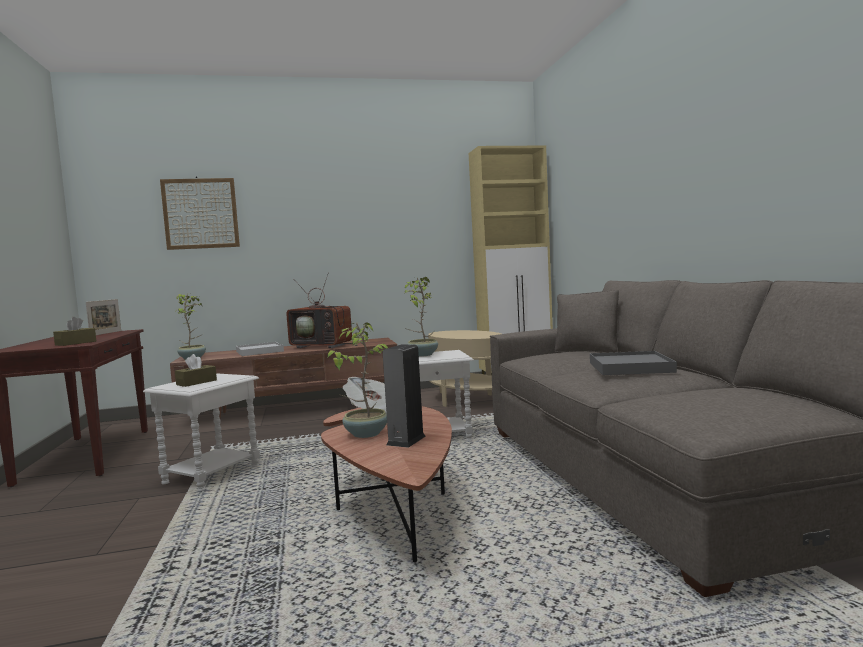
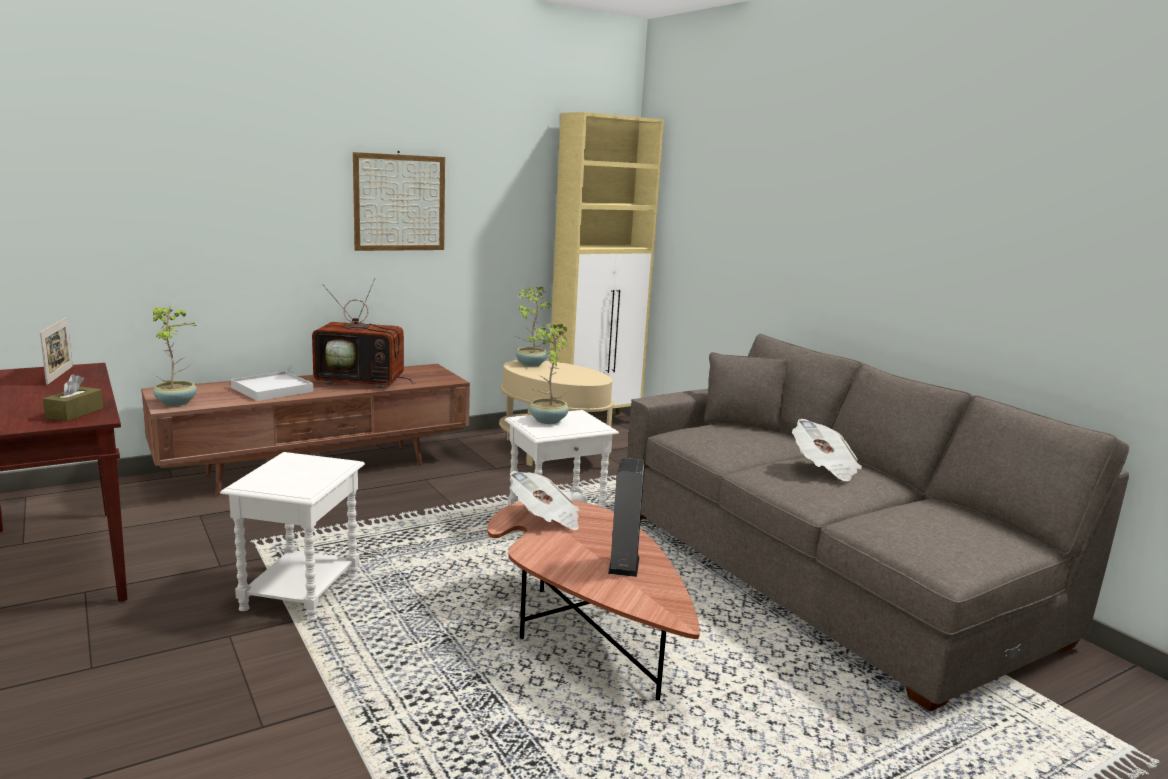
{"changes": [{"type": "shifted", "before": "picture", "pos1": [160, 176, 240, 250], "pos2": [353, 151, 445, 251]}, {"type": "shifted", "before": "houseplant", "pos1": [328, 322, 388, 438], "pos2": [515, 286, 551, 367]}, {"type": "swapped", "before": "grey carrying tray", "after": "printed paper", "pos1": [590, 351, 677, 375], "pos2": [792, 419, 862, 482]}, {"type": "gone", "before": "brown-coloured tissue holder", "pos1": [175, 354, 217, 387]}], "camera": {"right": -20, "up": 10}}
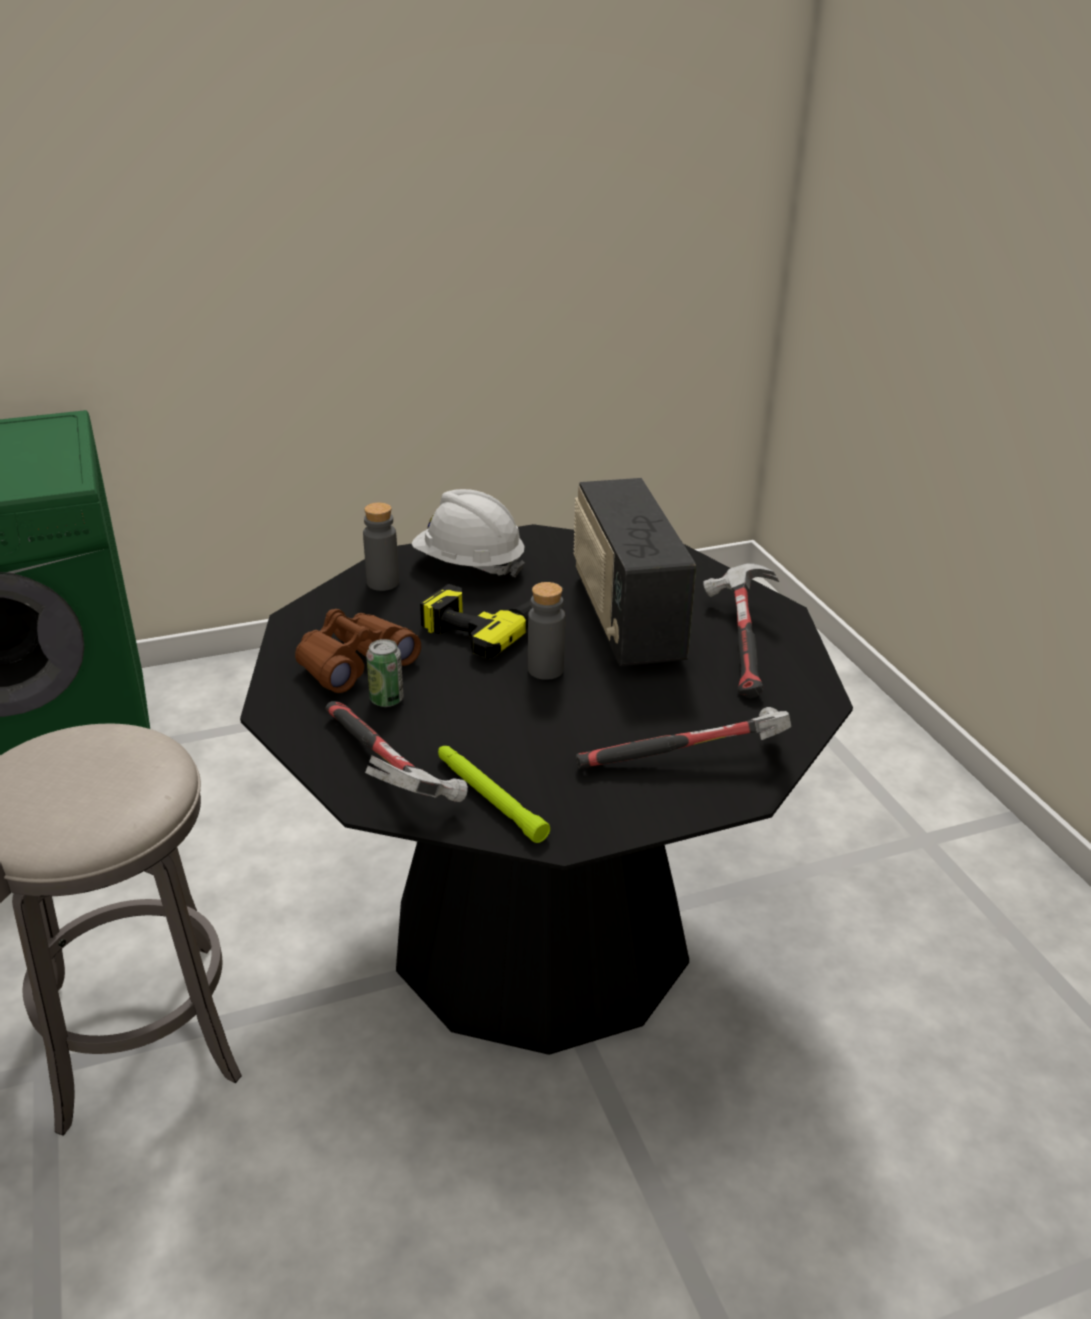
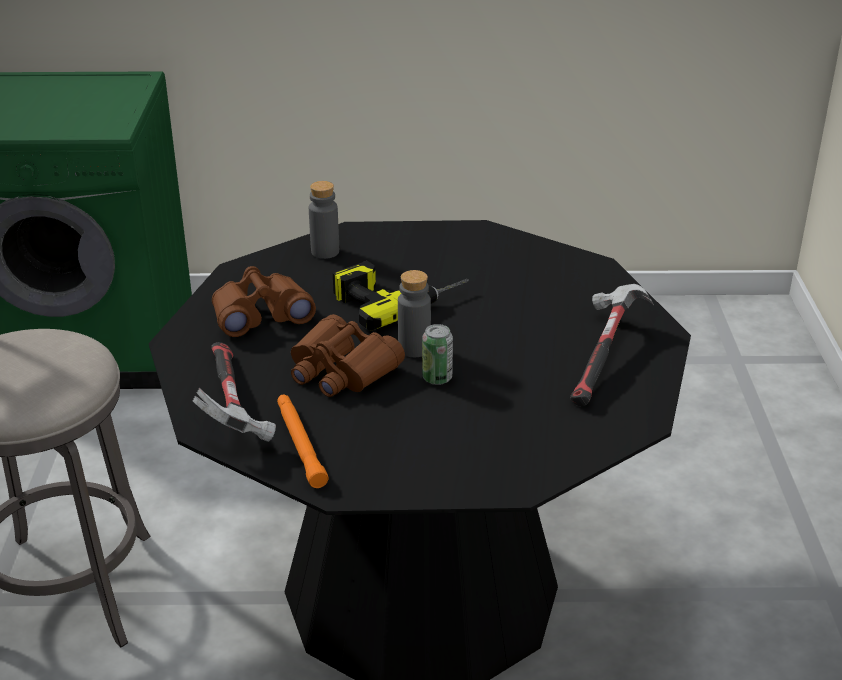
{"changes": [{"type": "gone", "before": "radio", "pos1": [573, 478, 696, 666]}, {"type": "gone", "before": "whitish safety helmet", "pos1": [412, 489, 525, 577]}, {"type": "shifted", "before": "metal can", "pos1": [366, 639, 403, 707], "pos2": [422, 324, 453, 385]}, {"type": "gone", "before": "tool hammer", "pos1": [576, 707, 792, 769]}, {"type": "repainted", "before": "green-coloured flashlight", "after": "orangey flashlight", "pos1": [438, 746, 550, 843], "pos2": [277, 394, 329, 488]}, {"type": "new", "after": "brown-coloured field glasses", "pos2": [291, 314, 405, 397]}], "camera": {"right": 20, "up": 0}}
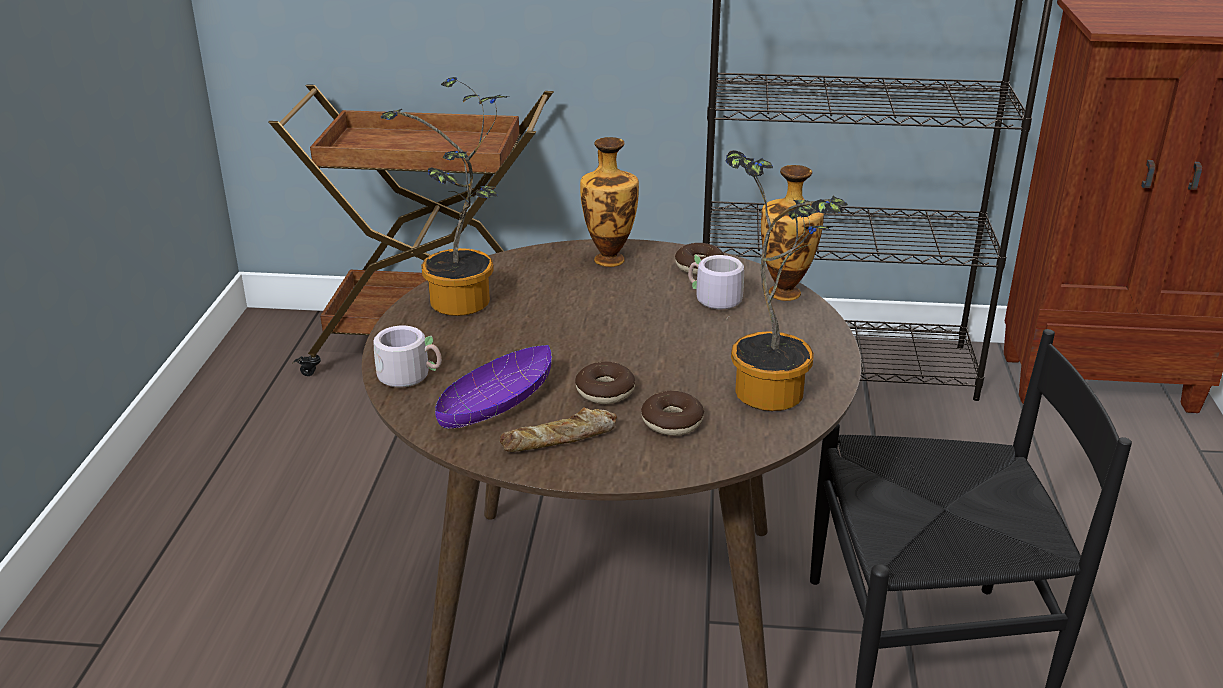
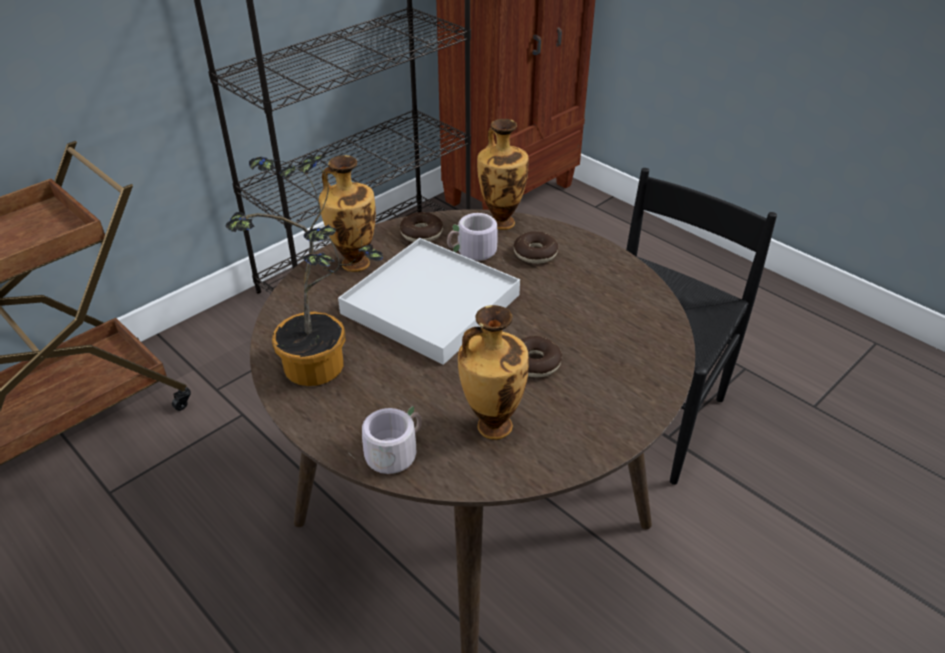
{"changes": [{"type": "gone", "before": "houseplant", "pos1": [726, 150, 848, 411]}, {"type": "swapped", "before": "purplish deep dish", "after": "flower vase", "pos1": [435, 345, 552, 429], "pos2": [458, 305, 529, 440]}, {"type": "shifted", "before": "ring doughnut", "pos1": [641, 391, 704, 436], "pos2": [514, 231, 558, 264]}, {"type": "gone", "before": "bakery bread", "pos1": [500, 408, 617, 452]}, {"type": "new", "after": "whitish carrying tray", "pos2": [338, 238, 520, 365]}], "camera": {"right": -50, "up": 10}}
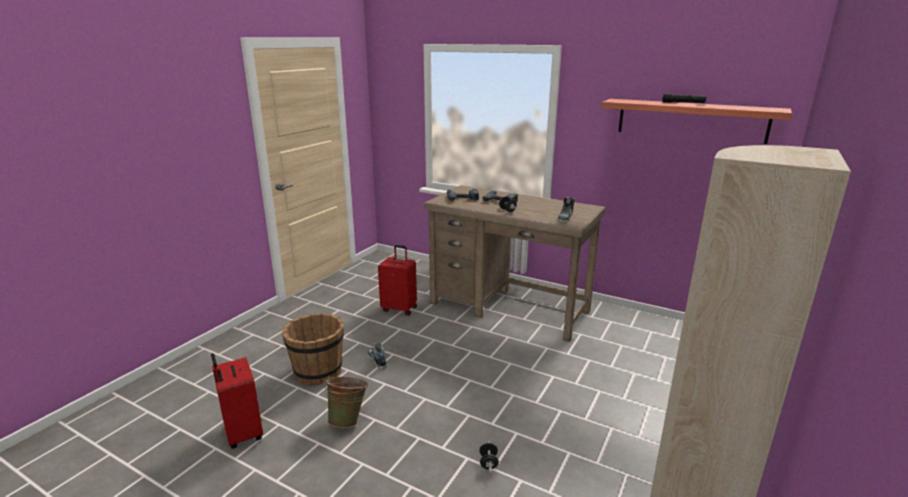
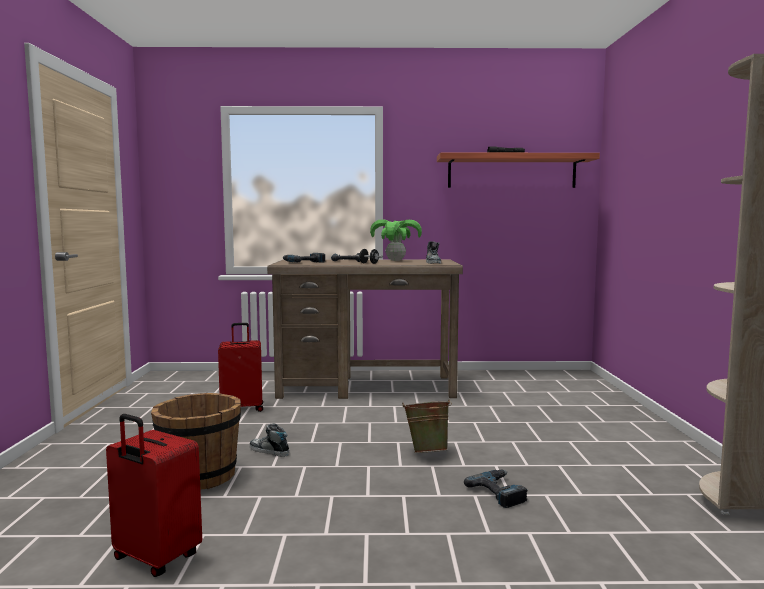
{"changes": [{"type": "shifted", "before": "green-coloured water bucket", "pos1": [324, 375, 368, 428], "pos2": [402, 400, 452, 453]}, {"type": "swapped", "before": "blackish dumbbell", "after": "electric drill", "pos1": [479, 441, 499, 473], "pos2": [464, 470, 528, 508]}, {"type": "new", "after": "houseplant", "pos2": [370, 219, 422, 261]}], "camera": {"right": -30, "up": -15}}
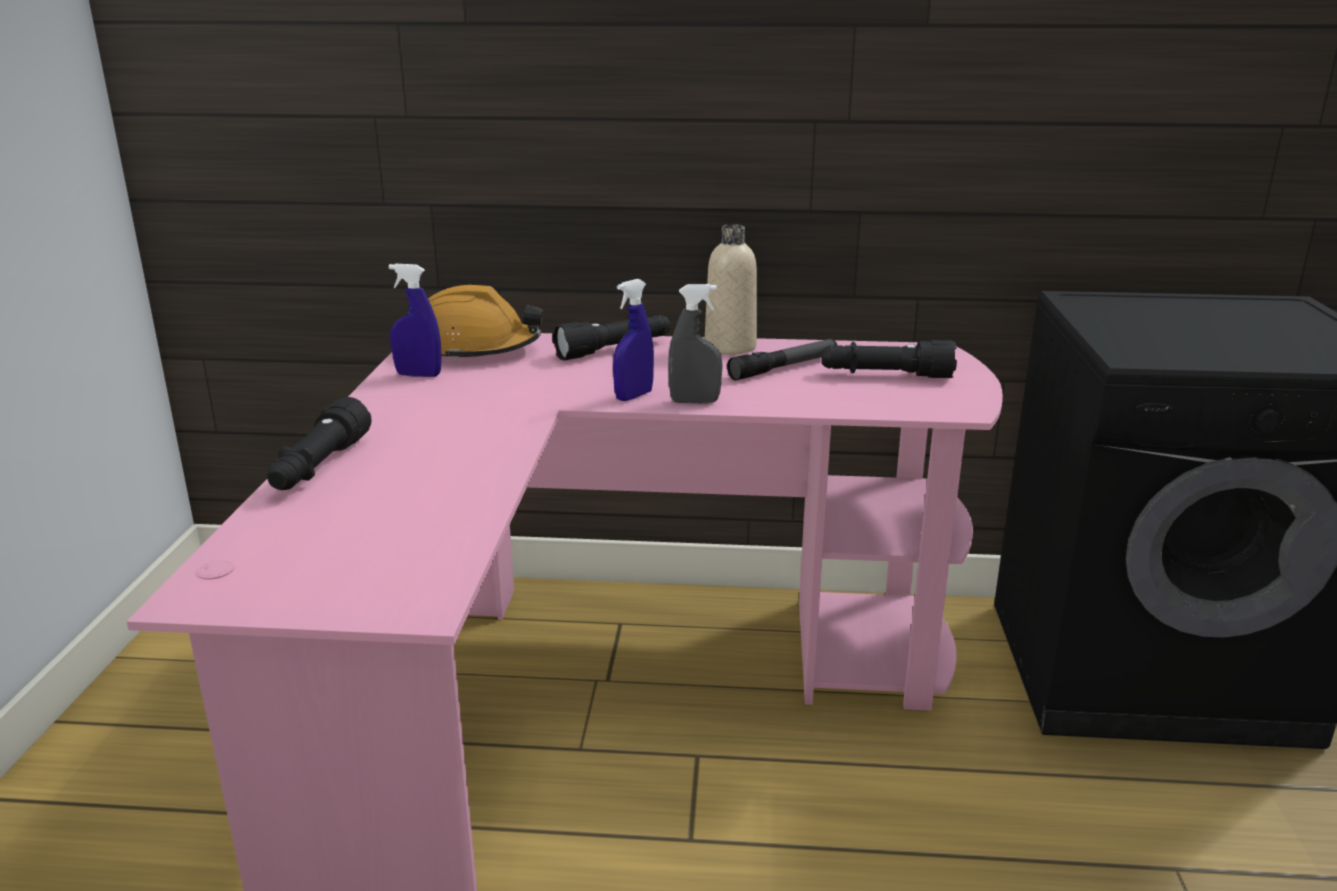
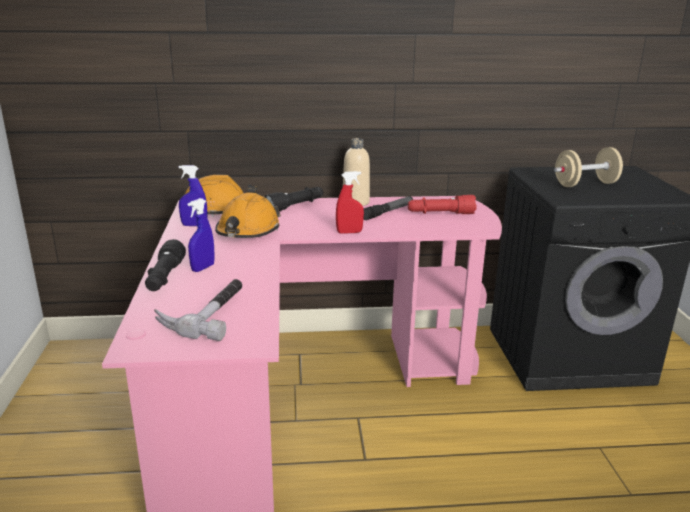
{"changes": [{"type": "shifted", "before": "blue-coloured spray bottle", "pos1": [613, 279, 654, 401], "pos2": [188, 198, 215, 272]}, {"type": "repainted", "before": "grey spray bottle", "after": "reddish spray bottle", "pos1": [668, 284, 723, 404], "pos2": [336, 171, 364, 234]}, {"type": "repainted", "before": "blackish flashlight", "after": "reddish flashlight", "pos1": [821, 340, 957, 378], "pos2": [408, 195, 477, 214]}, {"type": "new", "after": "beige dumbbell", "pos2": [554, 147, 623, 187]}, {"type": "new", "after": "orangey safety helmet", "pos2": [215, 192, 281, 238]}, {"type": "new", "after": "tool hammer", "pos2": [154, 279, 242, 341]}], "camera": {"right": -10, "up": 0}}
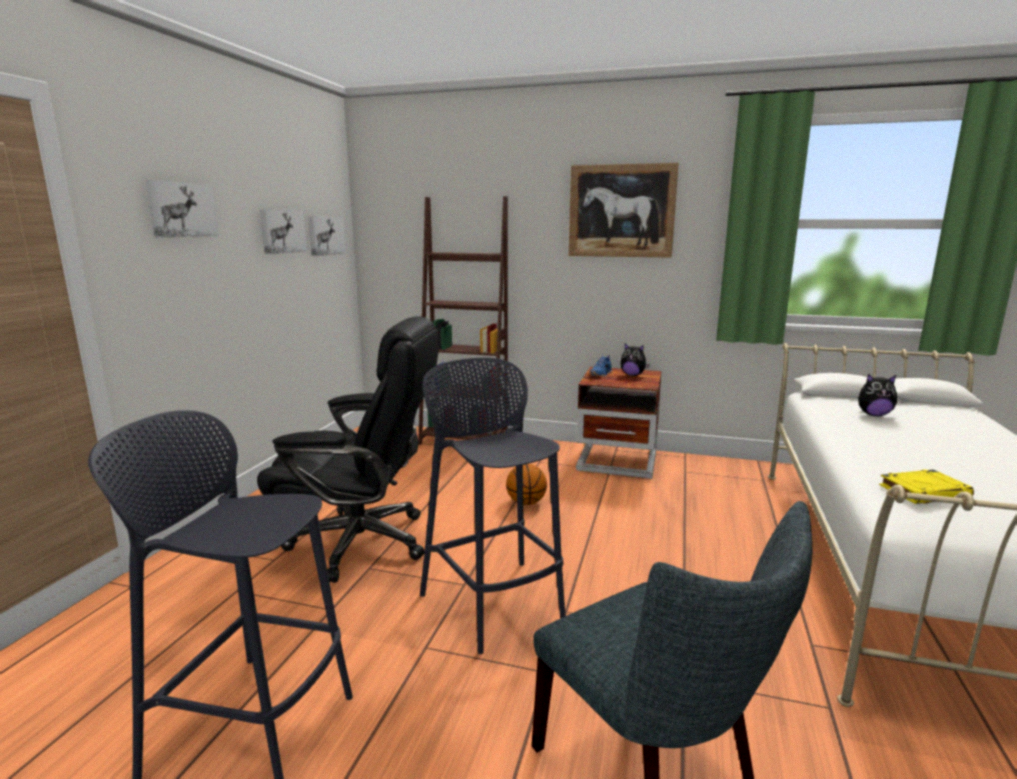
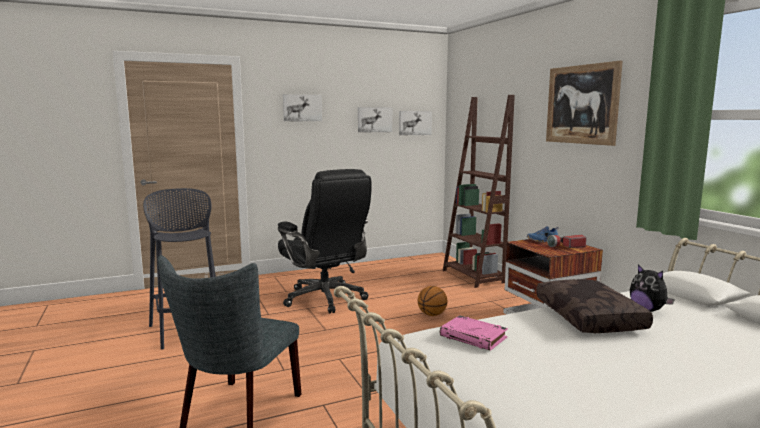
{"changes": [{"type": "swapped", "before": "plush toy", "after": "flashlight", "pos1": [620, 344, 650, 376], "pos2": [547, 235, 587, 248]}, {"type": "gone", "before": "grey stool seat", "pos1": [420, 358, 566, 654]}, {"type": "repainted", "before": "yellow-coloured volume", "after": "pink volume", "pos1": [879, 469, 974, 504], "pos2": [440, 315, 508, 351]}, {"type": "new", "after": "brown-coloured cushion", "pos2": [536, 279, 653, 333]}], "camera": {"right": 50, "up": -5}}
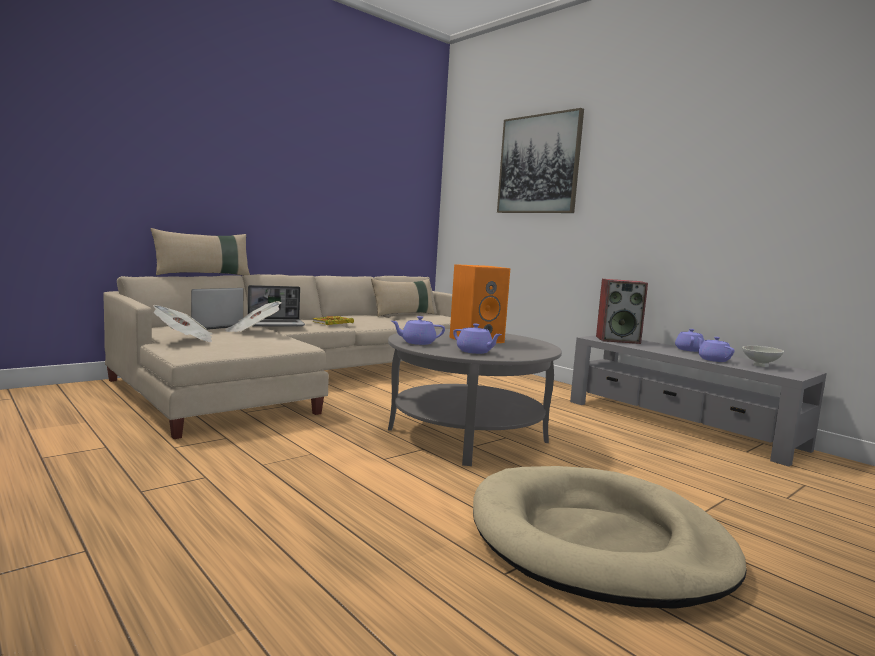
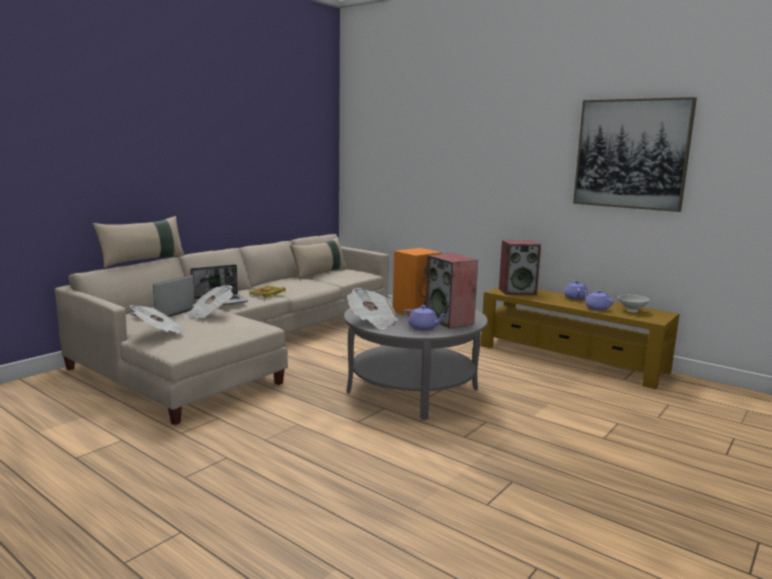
{"changes": [{"type": "shifted", "before": "picture", "pos1": [497, 108, 584, 213], "pos2": [573, 97, 697, 212]}, {"type": "swapped", "before": "purplish pot for tea", "after": "printed paper", "pos1": [391, 316, 445, 345], "pos2": [347, 288, 399, 329]}, {"type": "repainted", "before": "grey tv stand", "after": "yellow-coloured tv stand", "pos1": [570, 335, 827, 467], "pos2": [481, 287, 679, 389]}, {"type": "gone", "before": "beige dog bed", "pos1": [473, 466, 747, 608]}, {"type": "new", "after": "loudspeaker", "pos2": [425, 253, 478, 328]}], "camera": {"right": -10, "up": 5}}
